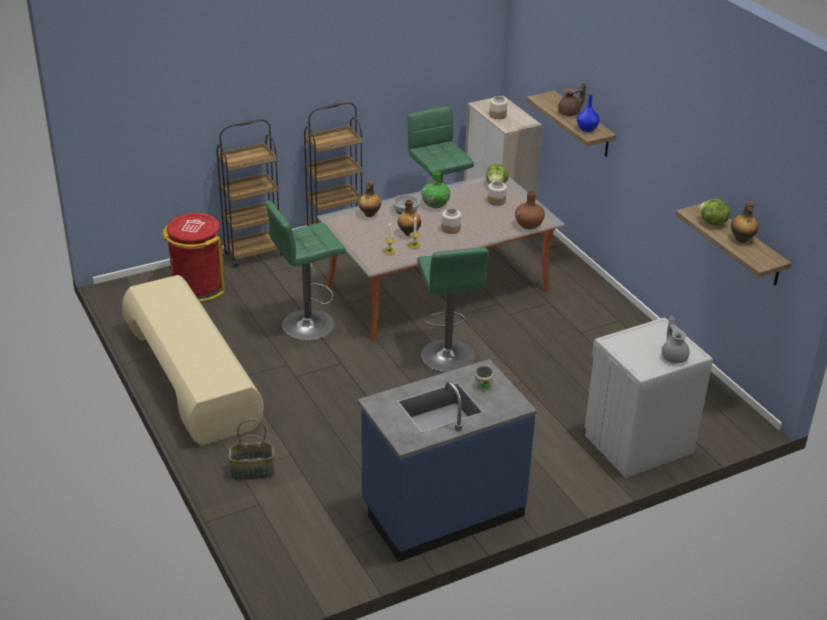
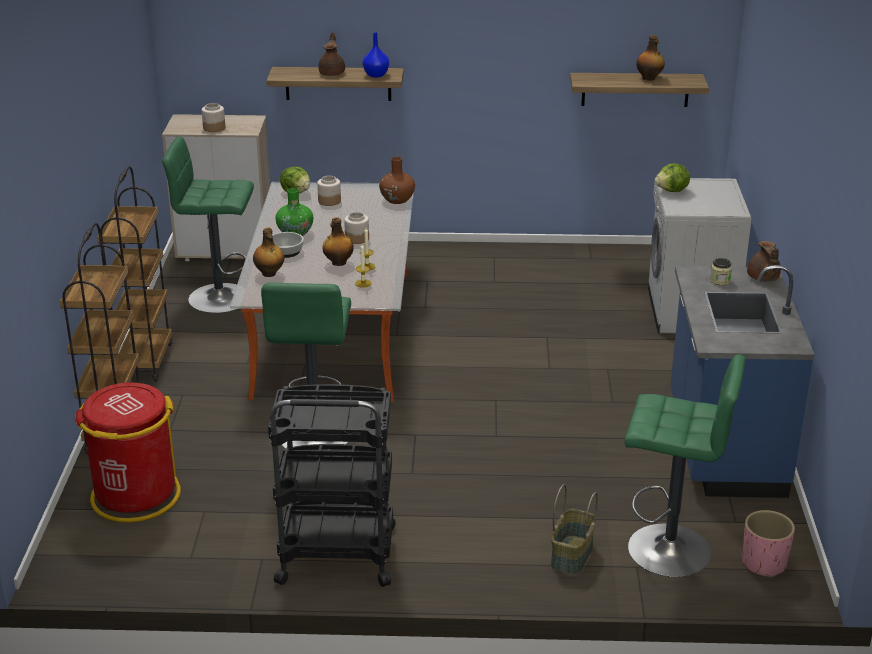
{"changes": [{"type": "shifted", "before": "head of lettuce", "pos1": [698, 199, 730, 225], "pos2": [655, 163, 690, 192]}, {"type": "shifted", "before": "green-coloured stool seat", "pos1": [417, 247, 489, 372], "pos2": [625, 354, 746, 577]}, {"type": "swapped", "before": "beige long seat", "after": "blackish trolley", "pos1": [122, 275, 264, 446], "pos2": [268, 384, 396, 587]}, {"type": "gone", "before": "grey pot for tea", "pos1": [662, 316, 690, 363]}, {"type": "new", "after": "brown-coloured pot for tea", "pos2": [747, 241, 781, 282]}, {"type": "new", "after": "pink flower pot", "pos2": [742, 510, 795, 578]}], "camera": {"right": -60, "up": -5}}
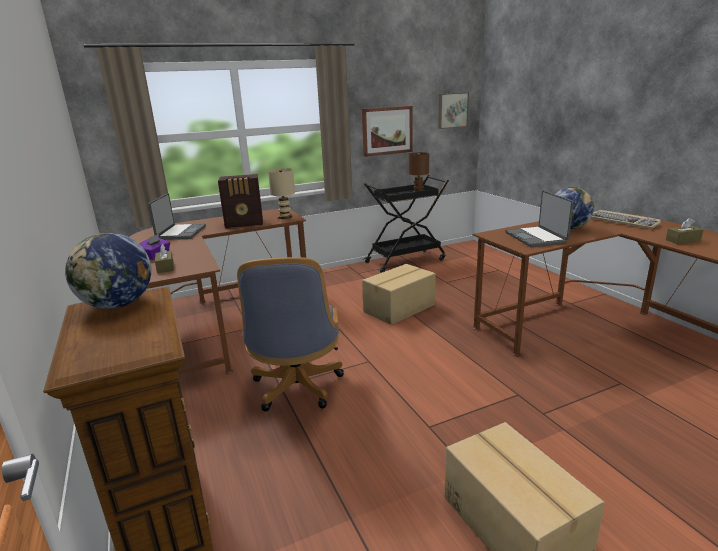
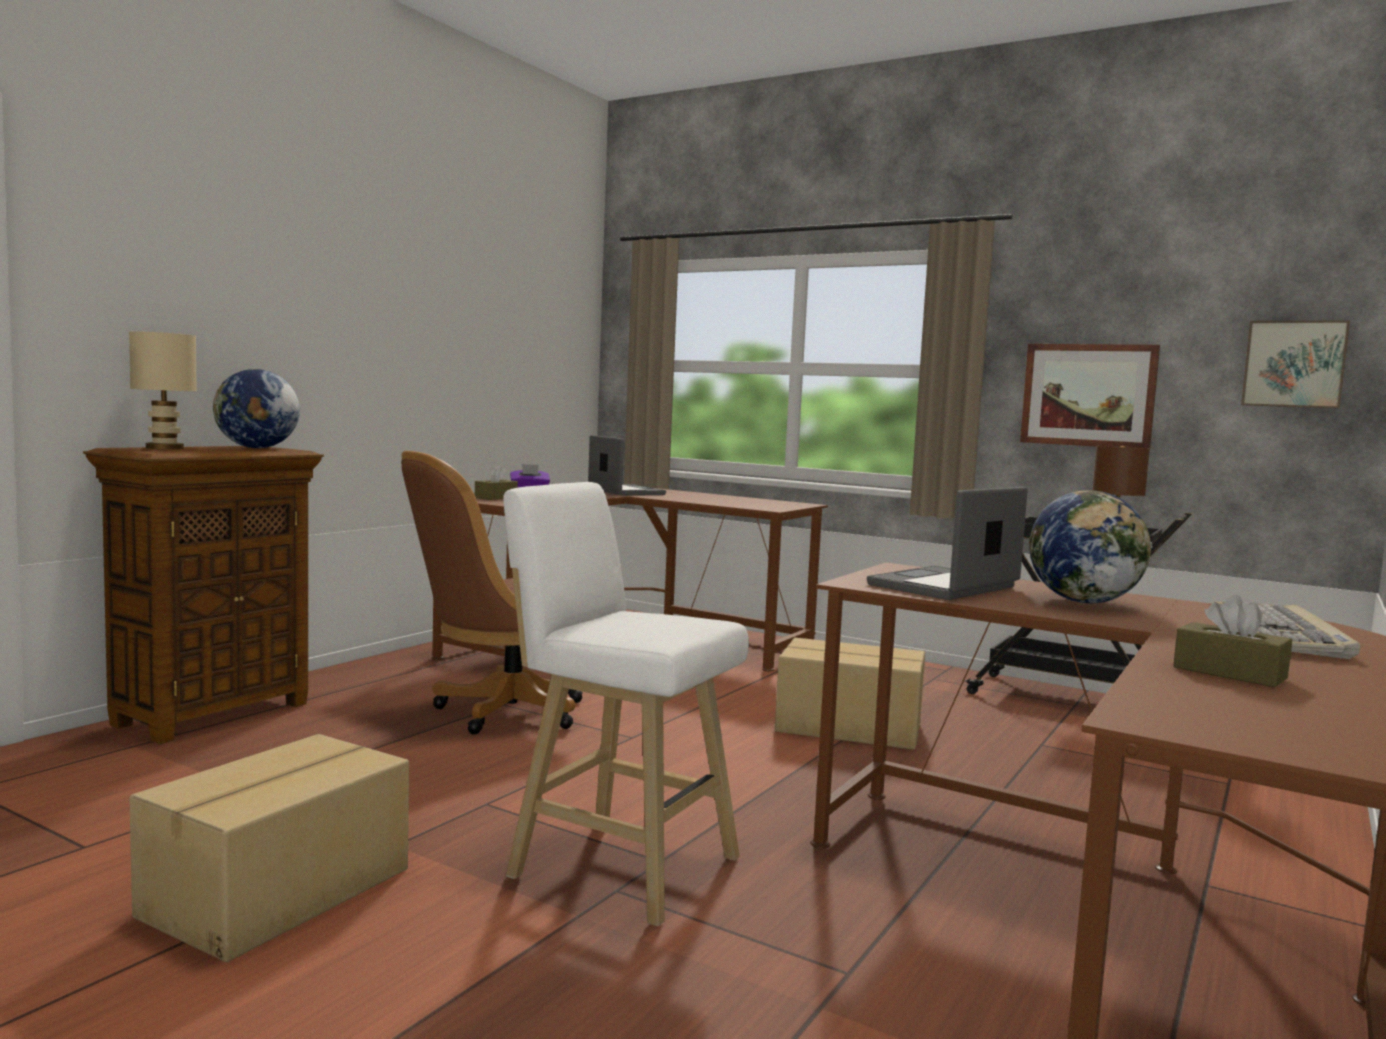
{"changes": [{"type": "shifted", "before": "beige table lamp", "pos1": [268, 168, 295, 219], "pos2": [129, 331, 197, 449]}, {"type": "gone", "before": "radio", "pos1": [218, 174, 263, 228]}, {"type": "rotated", "before": "portable computer", "pos1": [148, 193, 206, 240], "pos2": [588, 435, 666, 496], "turn": -90}, {"type": "repainted", "before": "blue-coloured desk chair", "after": "brown-coloured desk chair", "pos1": [237, 257, 344, 412], "pos2": [401, 451, 582, 735]}, {"type": "new", "after": "whitish stool seat", "pos2": [503, 482, 749, 927]}], "camera": {"right": 55, "up": -15}}
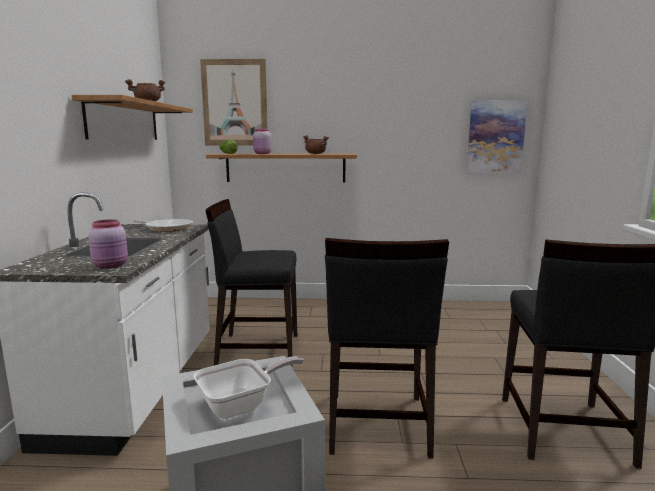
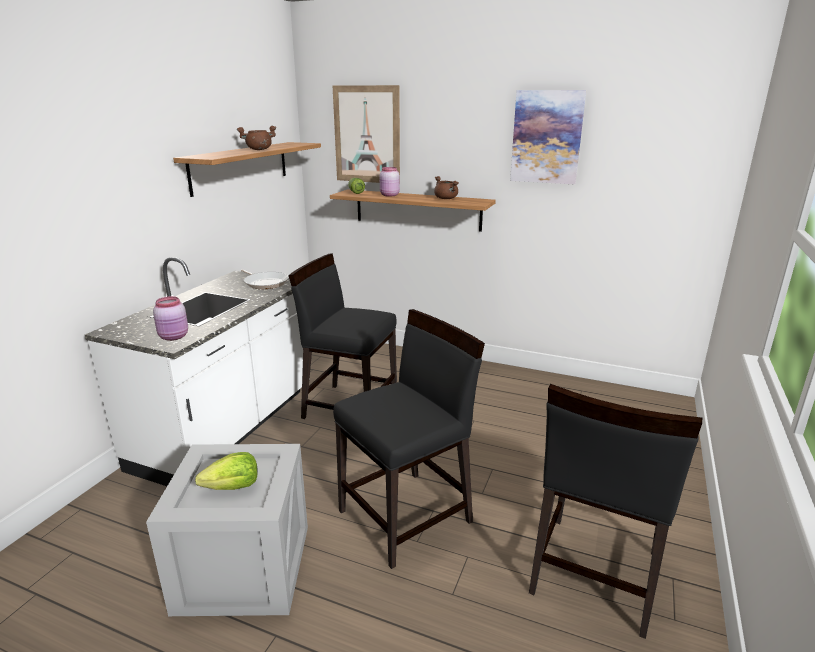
{"changes": [{"type": "shifted", "before": "picture", "pos1": [467, 100, 527, 173], "pos2": [510, 90, 586, 184]}, {"type": "rotated", "before": "blackish upright chair", "pos1": [325, 238, 449, 459], "pos2": [333, 309, 485, 569], "turn": -150}, {"type": "swapped", "before": "pan", "after": "head of lettuce", "pos1": [193, 356, 304, 419], "pos2": [195, 452, 258, 490]}], "camera": {"right": 20, "up": 10}}
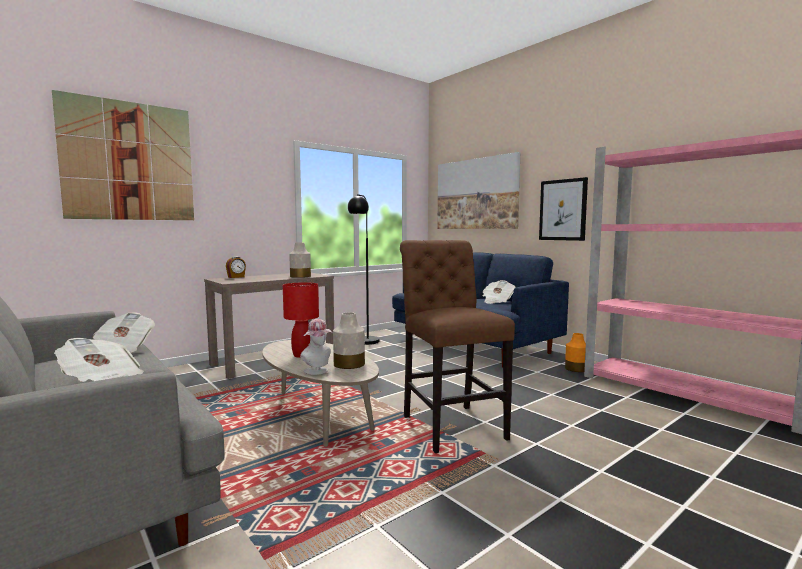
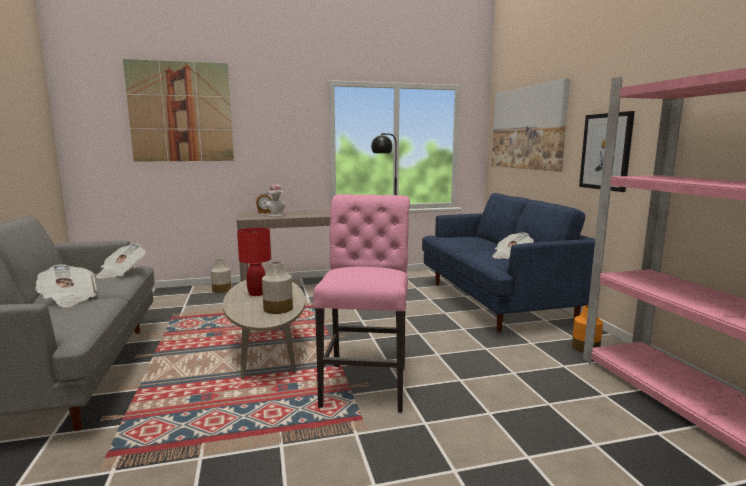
{"changes": [{"type": "repainted", "before": "brown-coloured stool seat", "after": "pink stool seat", "pos1": [400, 240, 515, 453], "pos2": [313, 194, 410, 412]}, {"type": "shifted", "before": "beige flower vase", "pos1": [289, 242, 311, 278], "pos2": [211, 259, 231, 293]}, {"type": "shifted", "before": "hat", "pos1": [300, 319, 332, 375], "pos2": [265, 184, 286, 217]}], "camera": {"right": 25, "up": 5}}
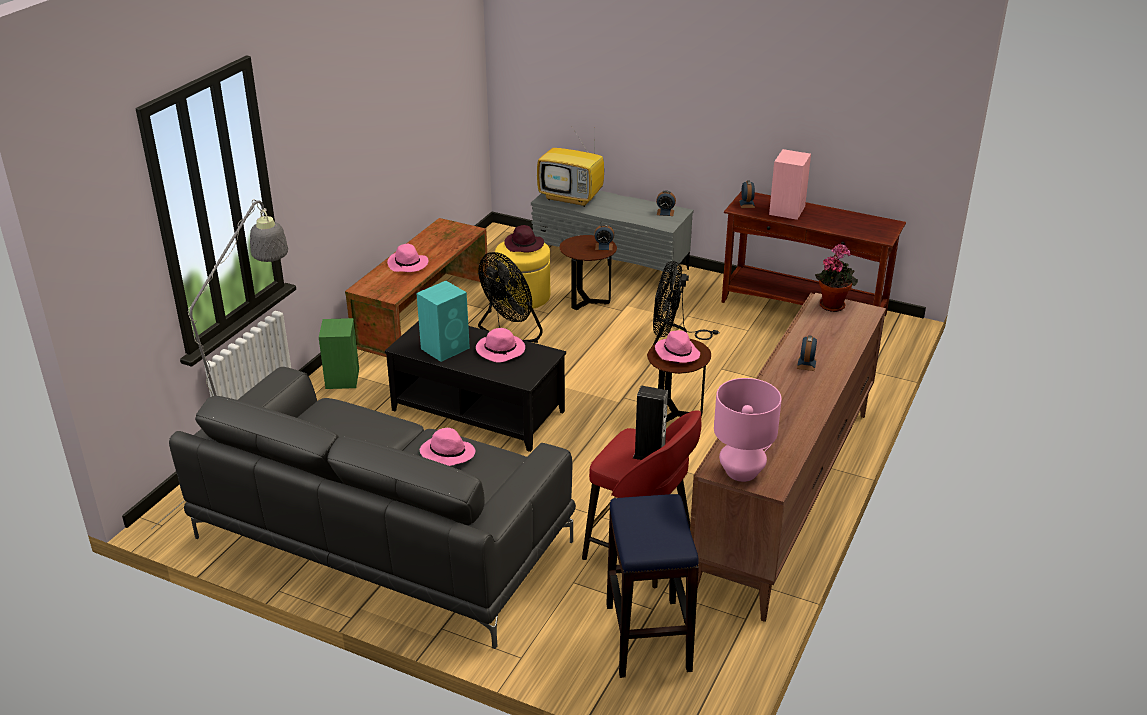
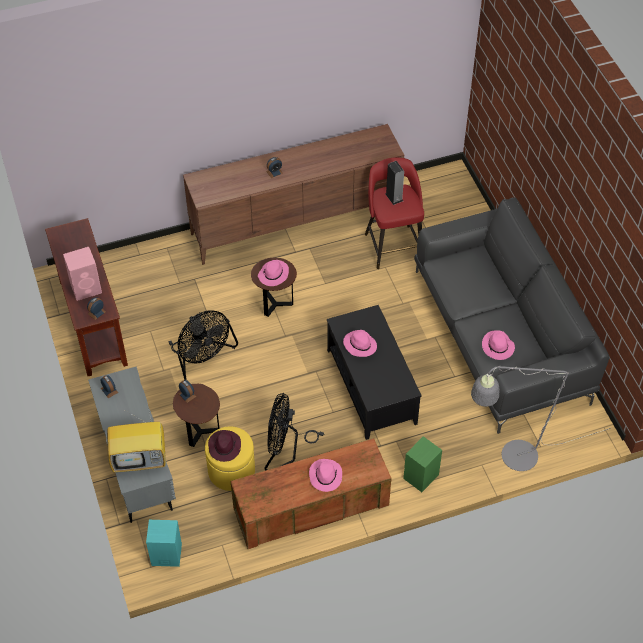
{"changes": [{"type": "rotated", "before": "TV set", "pos1": [537, 130, 604, 207], "pos2": [107, 407, 166, 472], "turn": 105}, {"type": "gone", "before": "houseplant", "pos1": [815, 244, 858, 312]}, {"type": "shifted", "before": "turquoise loudspeaker", "pos1": [416, 281, 470, 362], "pos2": [146, 520, 182, 567]}, {"type": "gone", "before": "pink table lamp", "pos1": [714, 378, 782, 482]}, {"type": "shifted", "before": "pink hat", "pos1": [420, 428, 475, 466], "pos2": [482, 330, 515, 360]}, {"type": "gone", "before": "stool seat", "pos1": [606, 494, 699, 678]}], "camera": {"right": -135, "up": 20}}
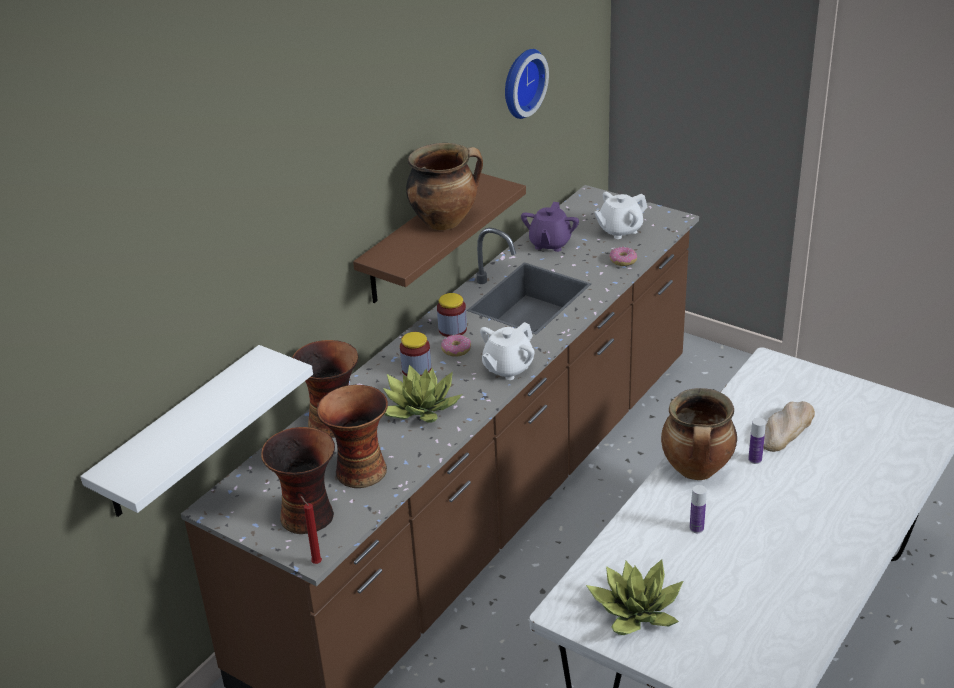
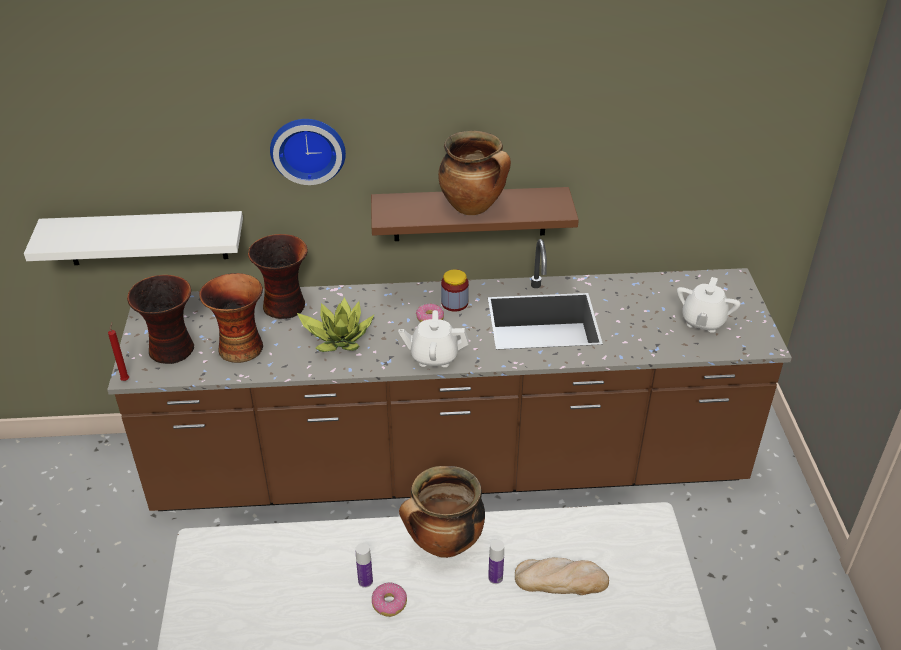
{"changes": [{"type": "shifted", "before": "hanging clock", "pos1": [505, 49, 549, 119], "pos2": [270, 119, 346, 185]}, {"type": "rotated", "before": "whitish pot for tea", "pos1": [594, 192, 647, 239], "pos2": [677, 277, 740, 333], "turn": -90}, {"type": "gone", "before": "purplish pot for tea", "pos1": [521, 202, 579, 252]}, {"type": "shifted", "before": "ring doughnut", "pos1": [609, 247, 637, 266], "pos2": [372, 582, 407, 617]}, {"type": "gone", "before": "preserve jar", "pos1": [400, 332, 431, 376]}, {"type": "gone", "before": "houseplant", "pos1": [586, 559, 683, 635]}], "camera": {"right": 50, "up": 5}}
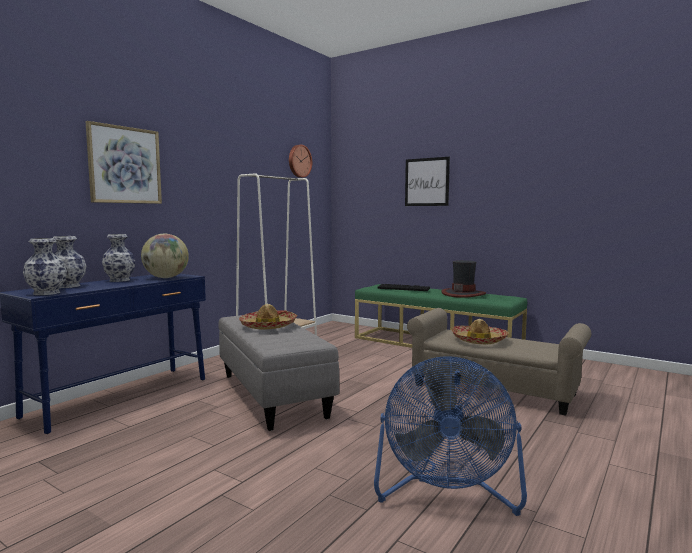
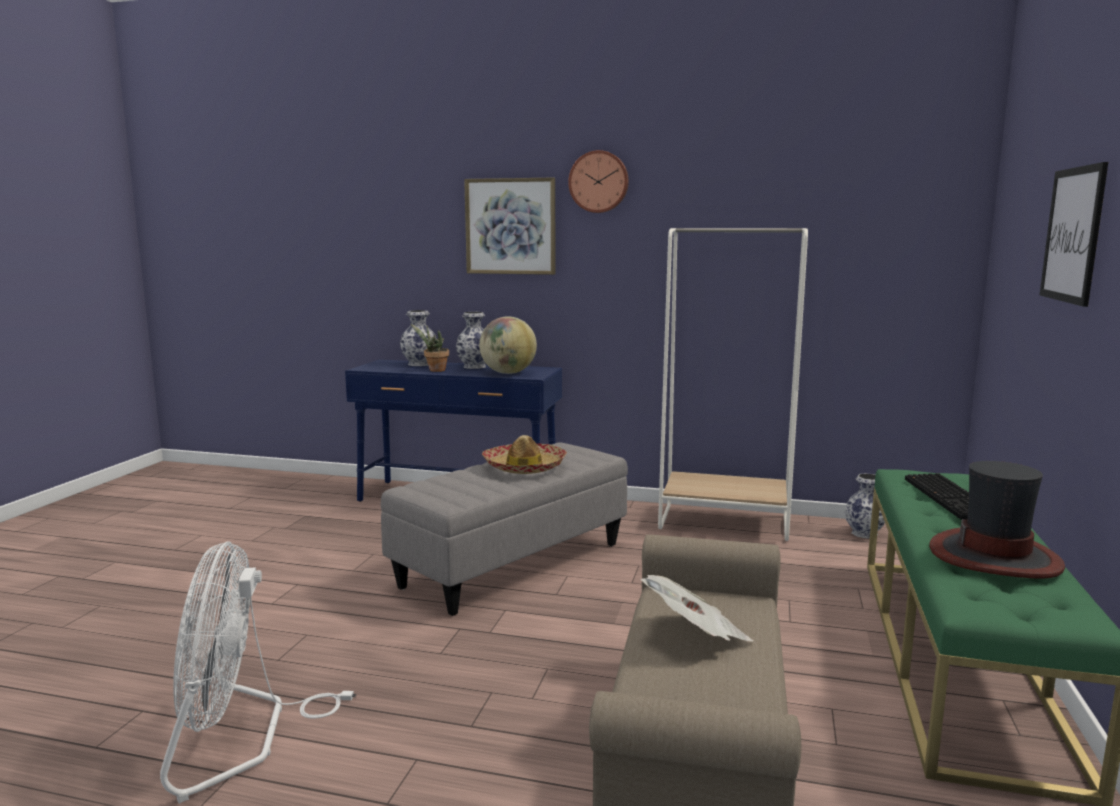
{"changes": [{"type": "shifted", "before": "hanging clock", "pos1": [289, 145, 312, 178], "pos2": [568, 150, 629, 213]}, {"type": "shifted", "before": "flower vase", "pos1": [23, 238, 67, 295], "pos2": [845, 473, 885, 539]}, {"type": "swapped", "before": "hat", "after": "printed paper", "pos1": [451, 319, 509, 344], "pos2": [640, 575, 753, 642]}, {"type": "repainted", "before": "blue-coloured electric fan", "after": "whitish electric fan", "pos1": [374, 356, 527, 516], "pos2": [160, 541, 357, 804]}, {"type": "new", "after": "houseplant", "pos2": [410, 323, 449, 372]}], "camera": {"right": 70, "up": 5}}
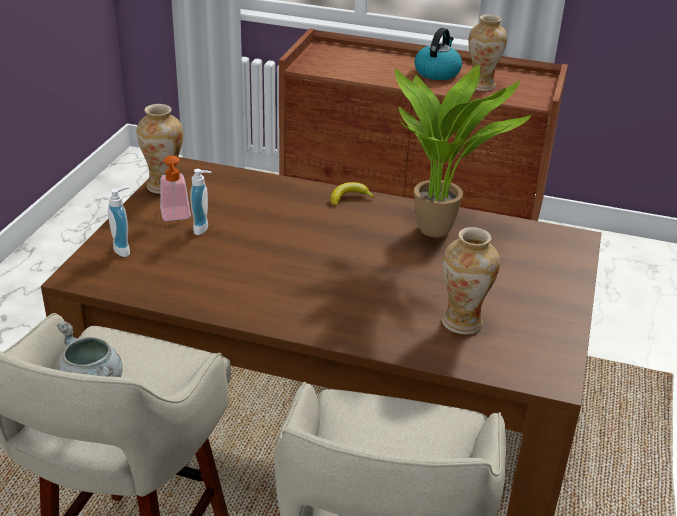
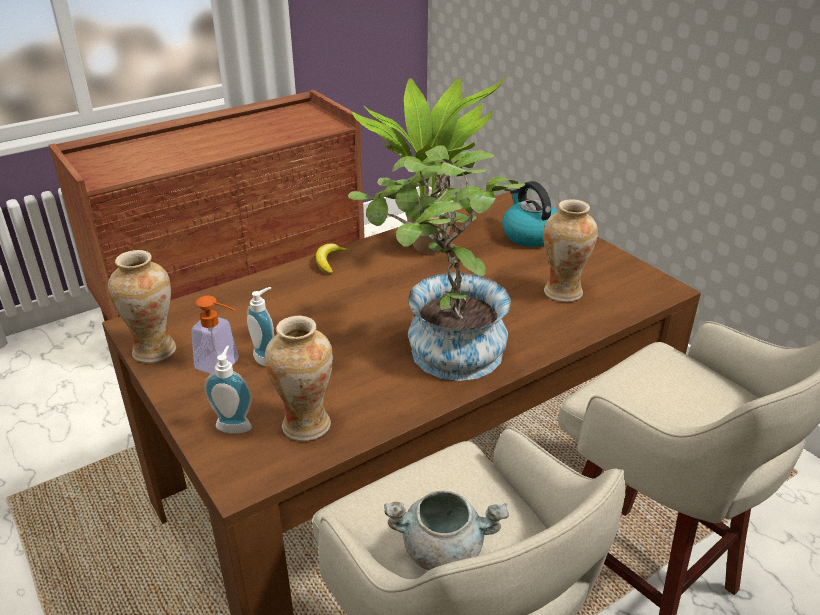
{"changes": [{"type": "shifted", "before": "flower vase", "pos1": [468, 14, 507, 91], "pos2": [265, 316, 333, 441]}, {"type": "shifted", "before": "water kettle", "pos1": [415, 28, 462, 80], "pos2": [502, 181, 558, 247]}, {"type": "new", "after": "houseplant", "pos2": [348, 145, 525, 381]}], "camera": {"right": -50, "up": 0}}
